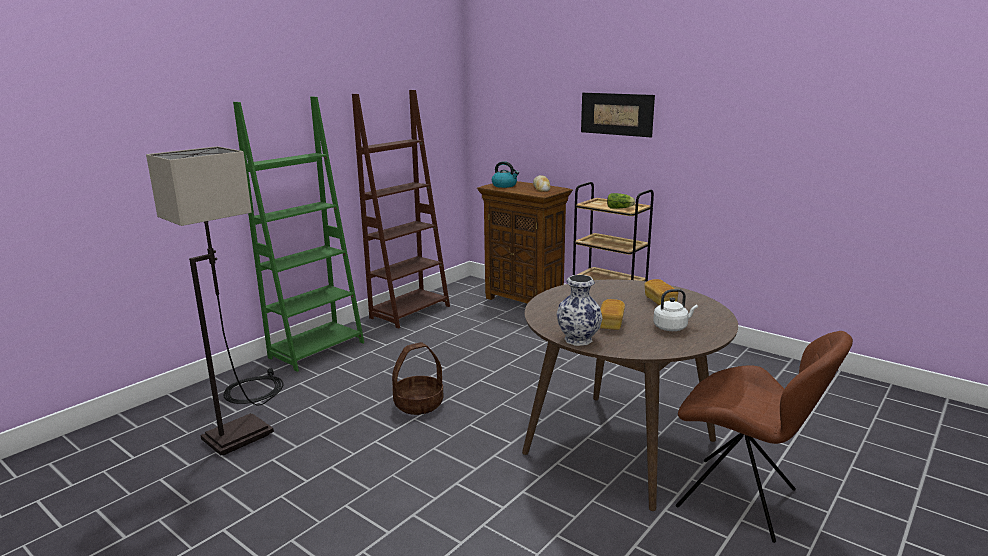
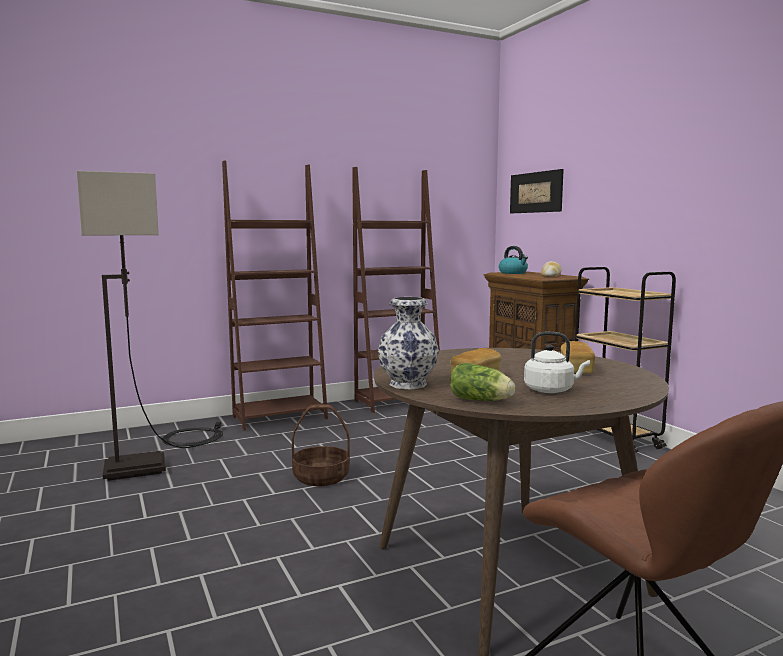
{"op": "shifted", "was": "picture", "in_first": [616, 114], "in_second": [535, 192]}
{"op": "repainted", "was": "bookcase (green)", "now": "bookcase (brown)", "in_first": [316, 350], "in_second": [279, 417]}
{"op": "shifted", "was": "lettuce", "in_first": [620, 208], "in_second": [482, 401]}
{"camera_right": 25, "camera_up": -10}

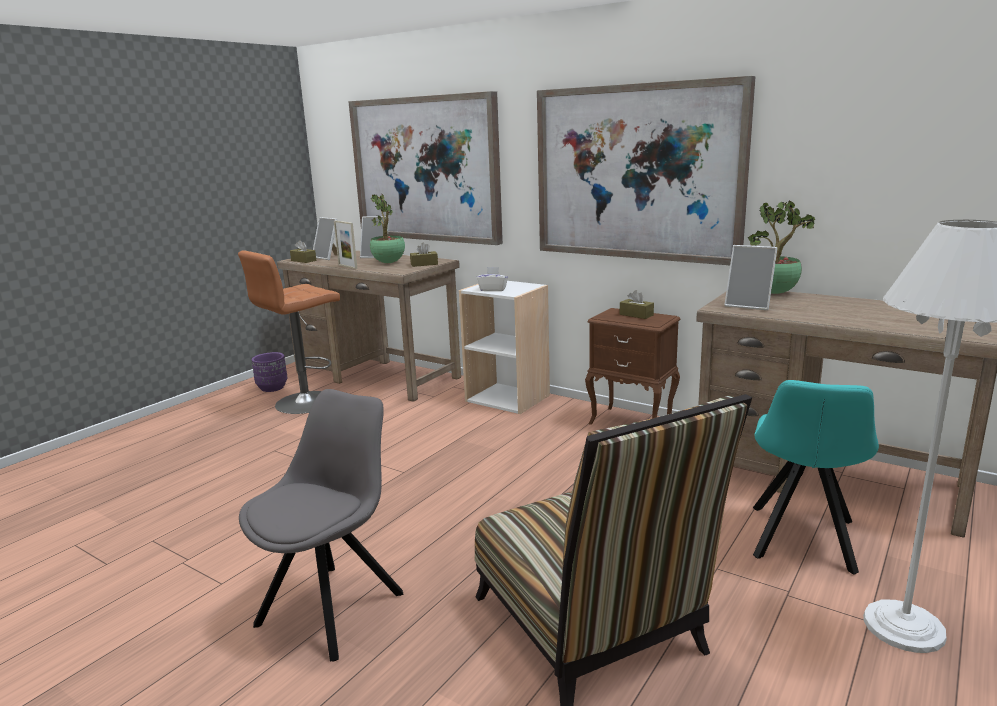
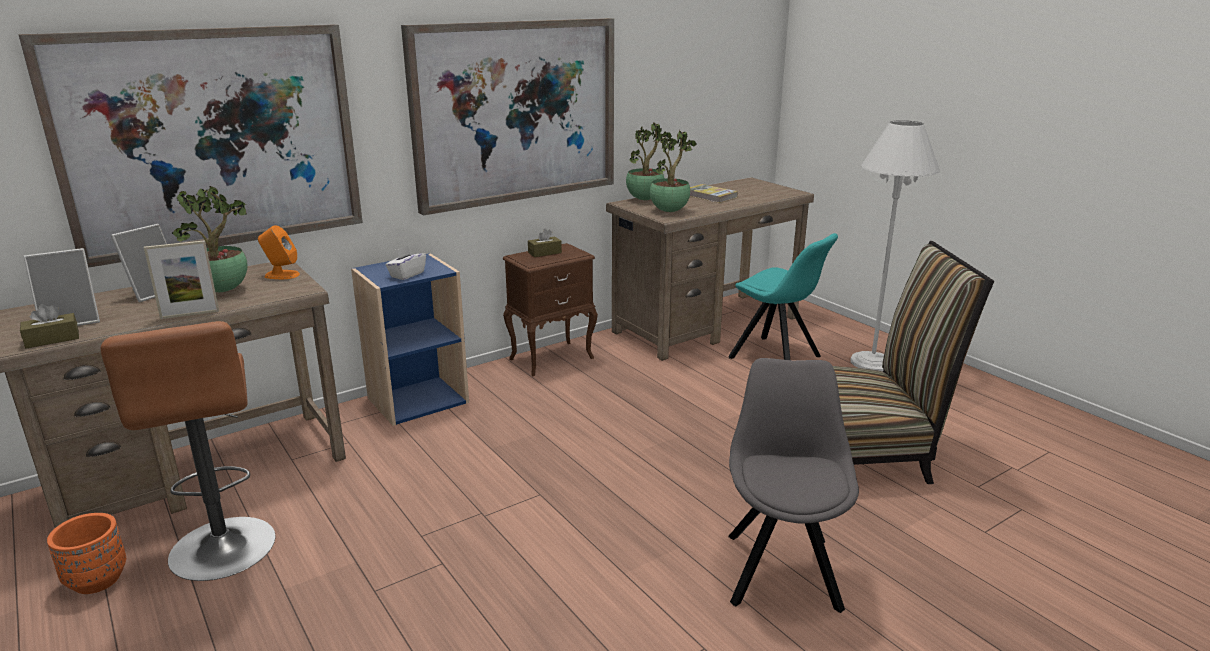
{"op": "swapped", "was": "tissue box (brown)", "now": "speaker (orange)", "in_first": [424, 264], "in_second": [281, 275]}
{"op": "swapped", "was": "picture frame", "now": "potted plant", "in_first": [749, 305], "in_second": [670, 211]}
{"op": "repainted", "was": "bookcase (white)", "now": "bookcase (blue)", "in_first": [508, 398], "in_second": [418, 399]}
{"op": "repainted", "was": "planter (purple)", "now": "planter (orange)", "in_first": [272, 388], "in_second": [97, 580]}
{"op": "rotated", "was": "chair (grey)", "in_first": [332, 609], "in_second": [781, 570], "clockwise": 45}
{"op": "new", "now": "book", "in_second": [710, 196]}
{"camera_right": -70, "camera_up": 5}

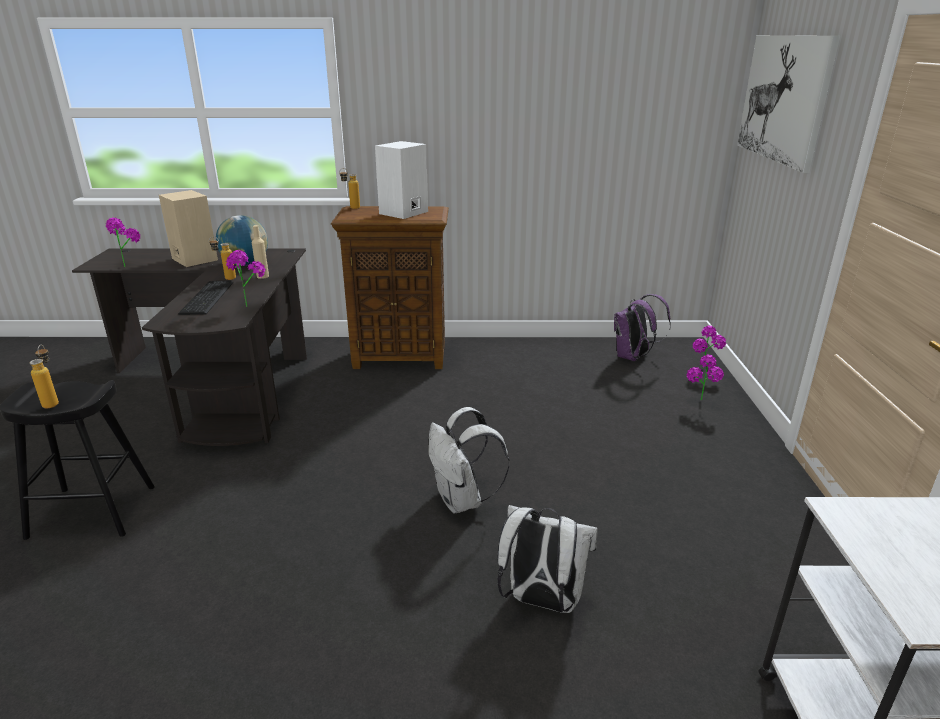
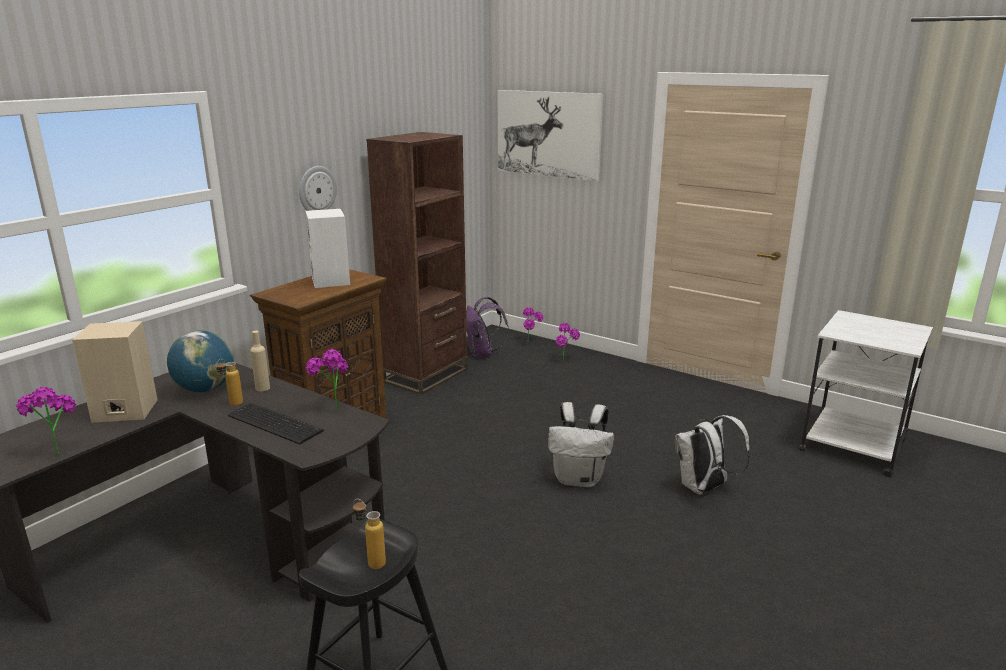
{"op": "gone", "was": "bottle", "in_first": [351, 208]}
{"op": "new", "now": "bookcase (brown)", "in_second": [426, 375]}
{"op": "new", "now": "wall clock", "in_second": [317, 190]}
{"camera_right": -55, "camera_up": -5}

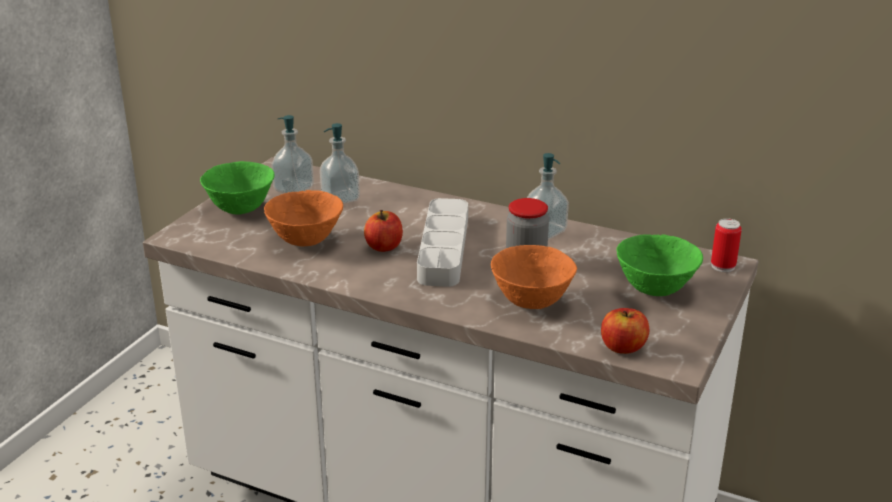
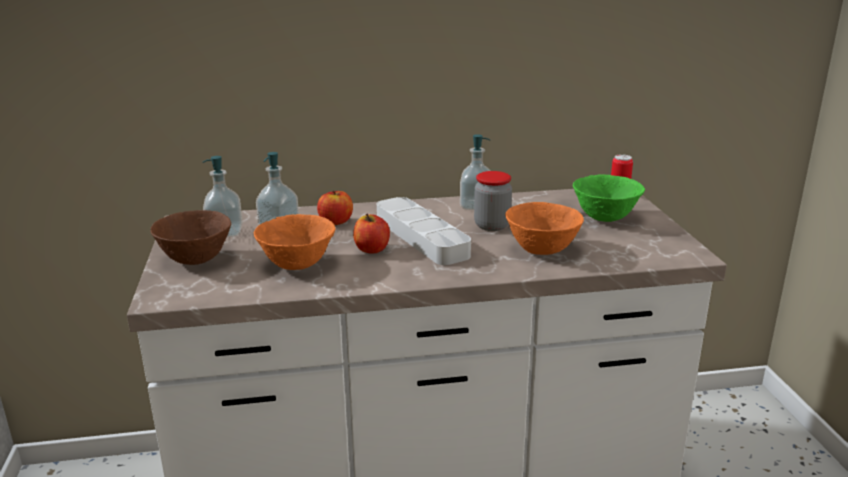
{"op": "repainted", "was": "bowl (green)", "now": "bowl (brown)", "in_first": [241, 209], "in_second": [196, 260]}
{"op": "shifted", "was": "apple", "in_first": [623, 347], "in_second": [335, 222]}
{"camera_right": -35, "camera_up": -5}

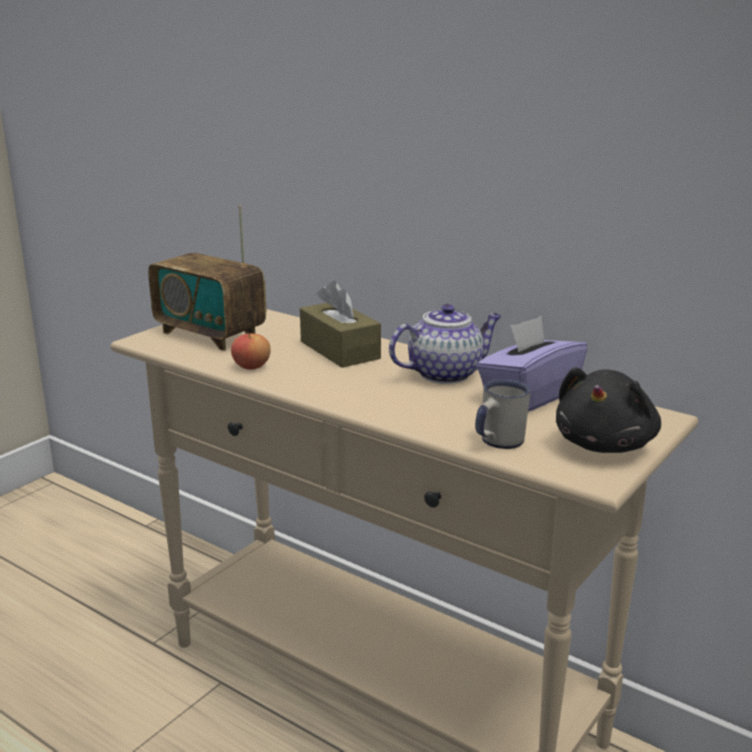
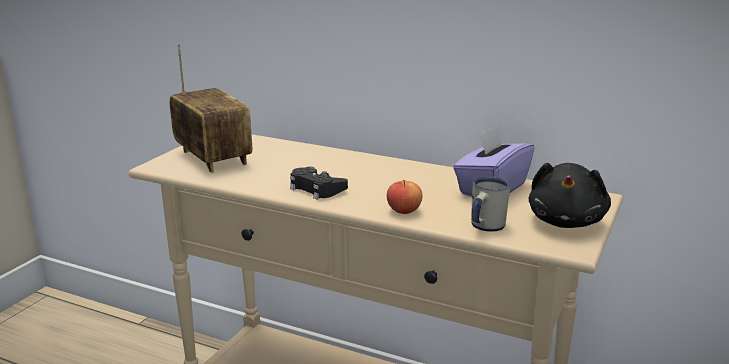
{"op": "rotated", "was": "radio", "in_first": [210, 334], "in_second": [213, 158], "clockwise": -150}
{"op": "gone", "was": "tissue box (brown)", "in_first": [339, 350]}
{"op": "gone", "was": "teapot", "in_first": [446, 373]}
{"op": "shifted", "was": "apple", "in_first": [251, 366], "in_second": [404, 210]}
{"op": "new", "now": "game controller (black)", "in_second": [316, 189]}
{"camera_right": -10, "camera_up": 0}

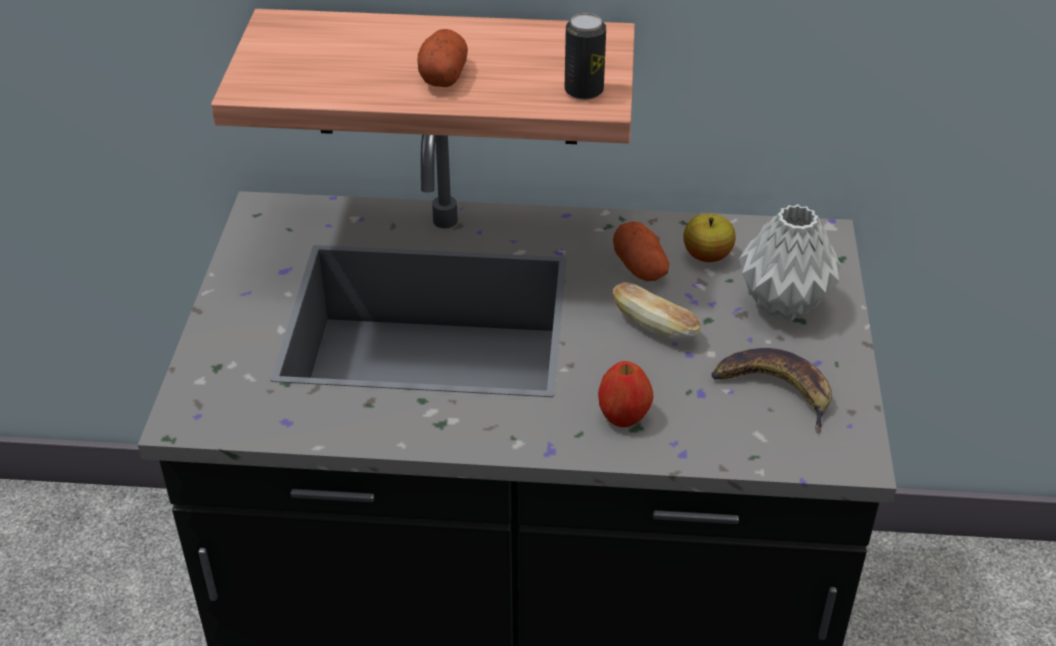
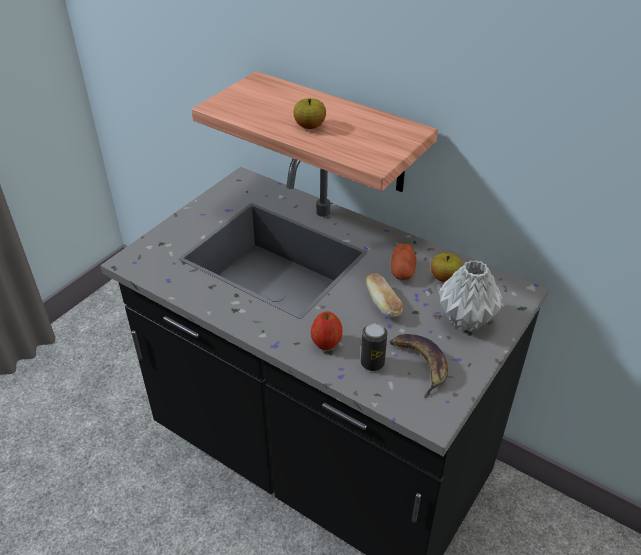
{"op": "shifted", "was": "can", "in_first": [584, 91], "in_second": [372, 363]}
{"op": "swapped", "was": "potato", "now": "apple", "in_first": [443, 75], "in_second": [309, 126]}
{"camera_right": 30, "camera_up": 0}

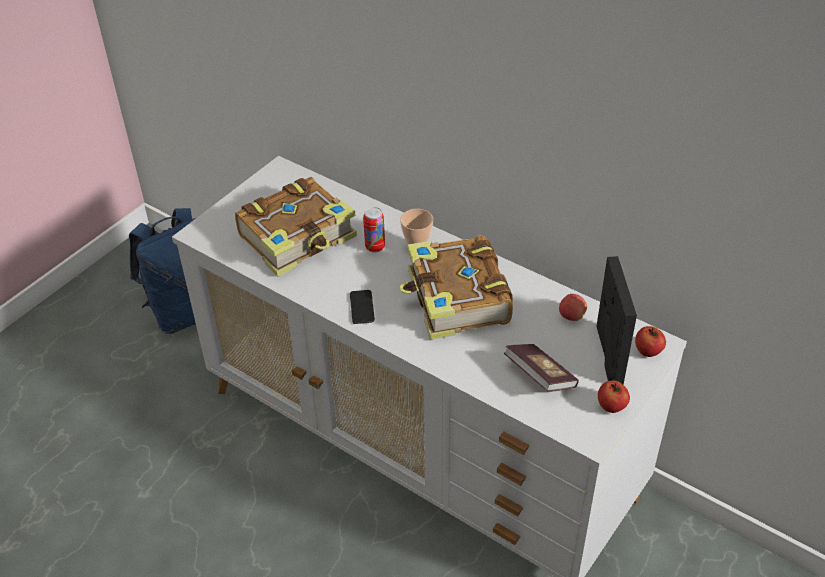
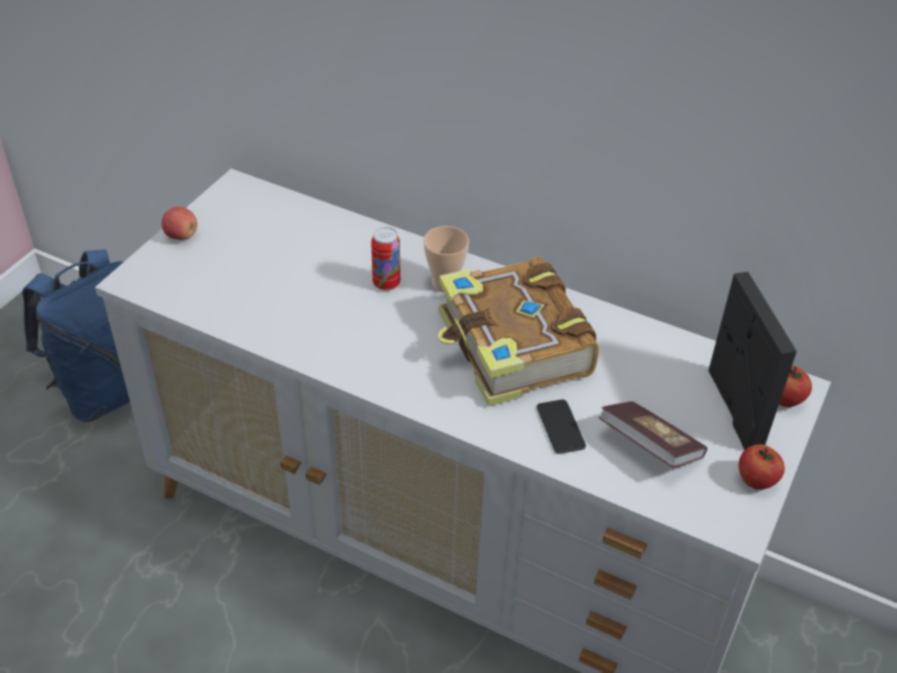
{"op": "gone", "was": "book", "in_first": [299, 237]}
{"op": "shifted", "was": "phone", "in_first": [362, 307], "in_second": [560, 427]}
{"op": "shifted", "was": "apple", "in_first": [571, 316], "in_second": [181, 236]}
{"camera_right": -10, "camera_up": 0}

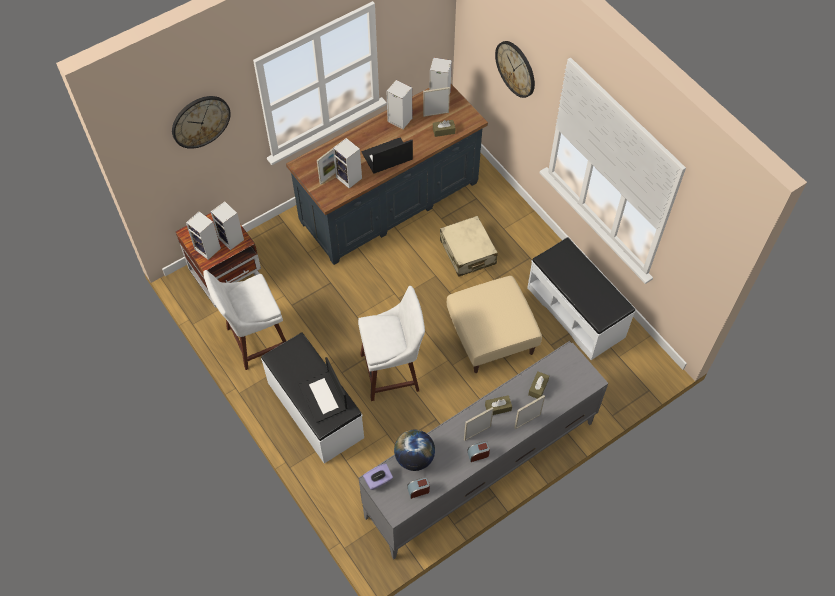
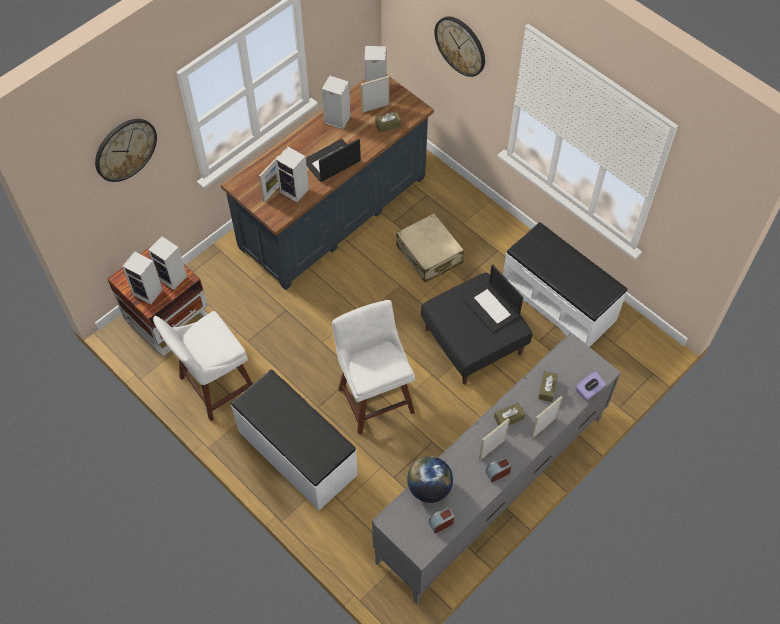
{"op": "repainted", "was": "ottoman (beige)", "now": "ottoman (black)", "in_first": [492, 336], "in_second": [474, 341]}
{"op": "rotated", "was": "chair (white)", "in_first": [393, 371], "in_second": [375, 397], "clockwise": -90}
{"op": "shifted", "was": "laptop", "in_first": [323, 397], "in_second": [492, 308]}
{"op": "shifted", "was": "tissue box (purple)", "in_first": [378, 480], "in_second": [589, 391]}
{"camera_right": -10, "camera_up": 0}

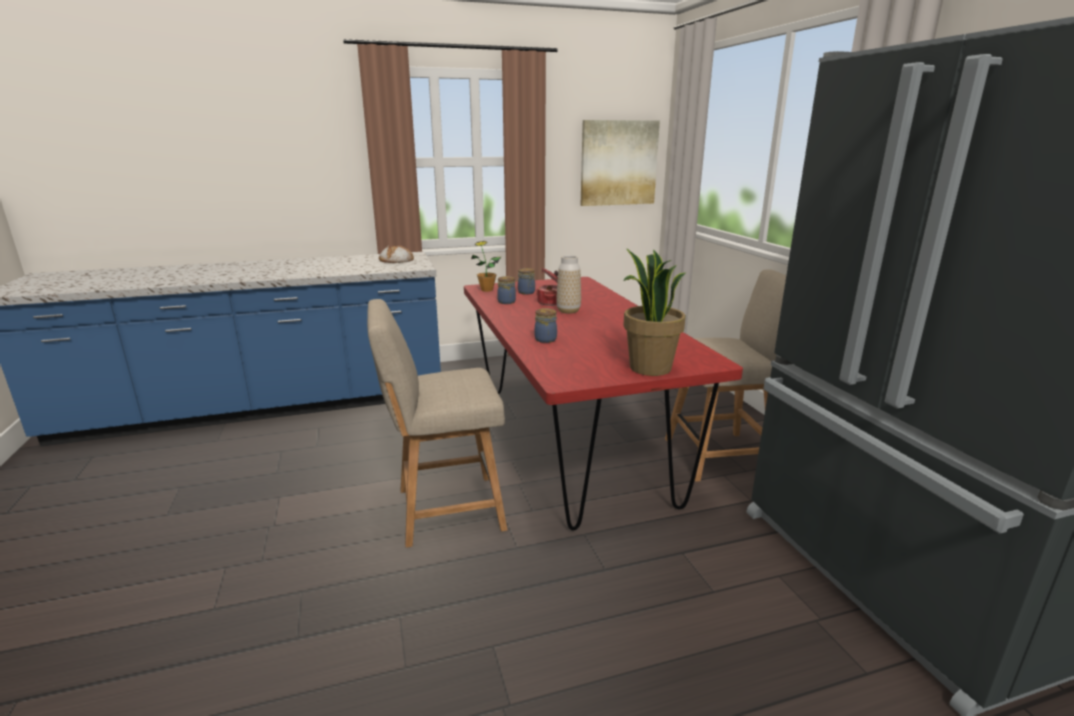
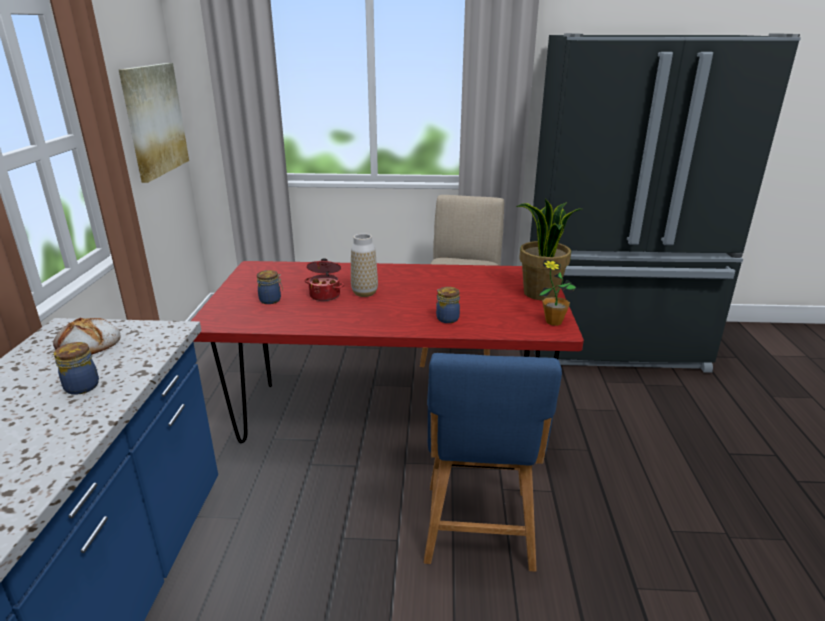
{"op": "shifted", "was": "potted plant", "in_first": [486, 290], "in_second": [553, 322]}
{"op": "shifted", "was": "jar", "in_first": [506, 302], "in_second": [81, 386]}
{"op": "repainted", "was": "chair (beige)", "now": "chair (blue)", "in_first": [444, 510], "in_second": [478, 531]}
{"camera_right": -70, "camera_up": 5}

